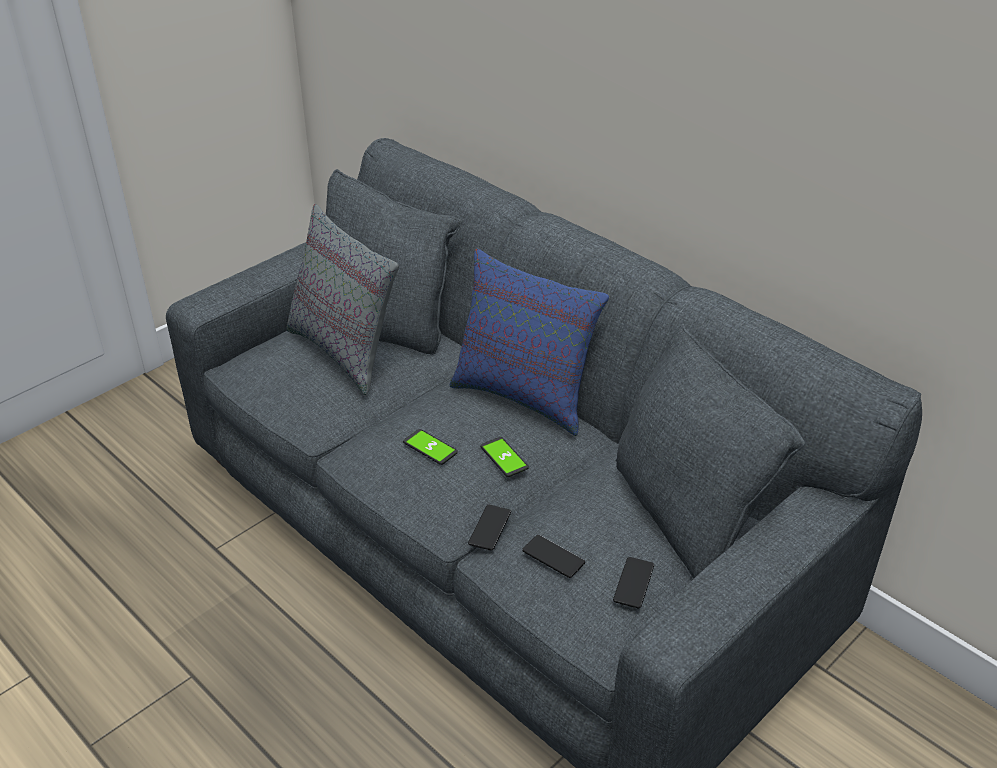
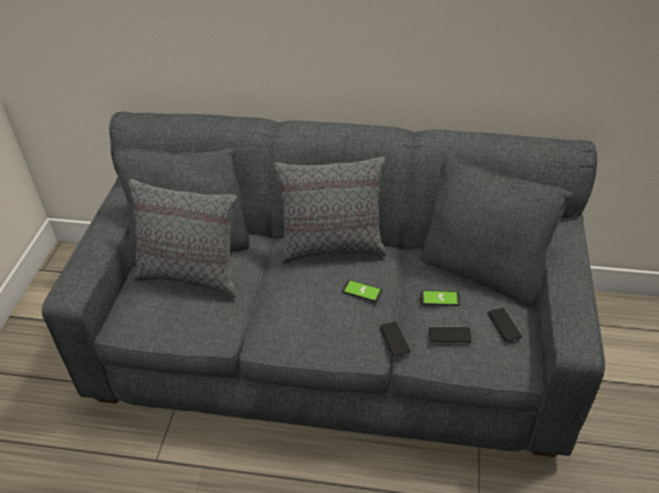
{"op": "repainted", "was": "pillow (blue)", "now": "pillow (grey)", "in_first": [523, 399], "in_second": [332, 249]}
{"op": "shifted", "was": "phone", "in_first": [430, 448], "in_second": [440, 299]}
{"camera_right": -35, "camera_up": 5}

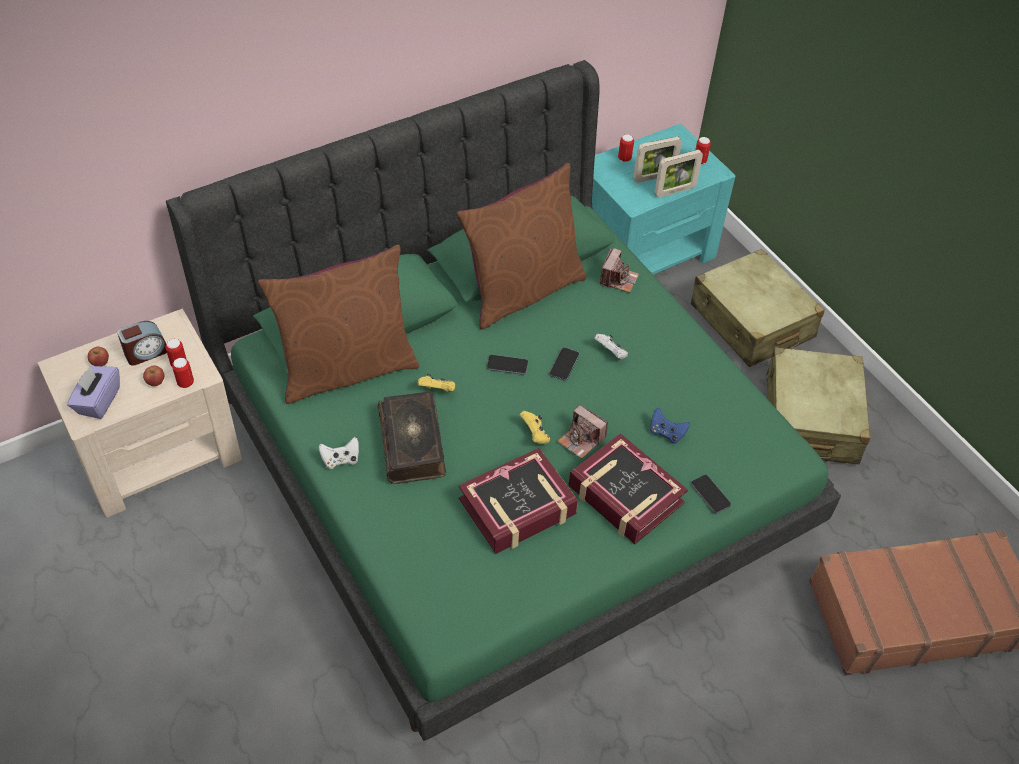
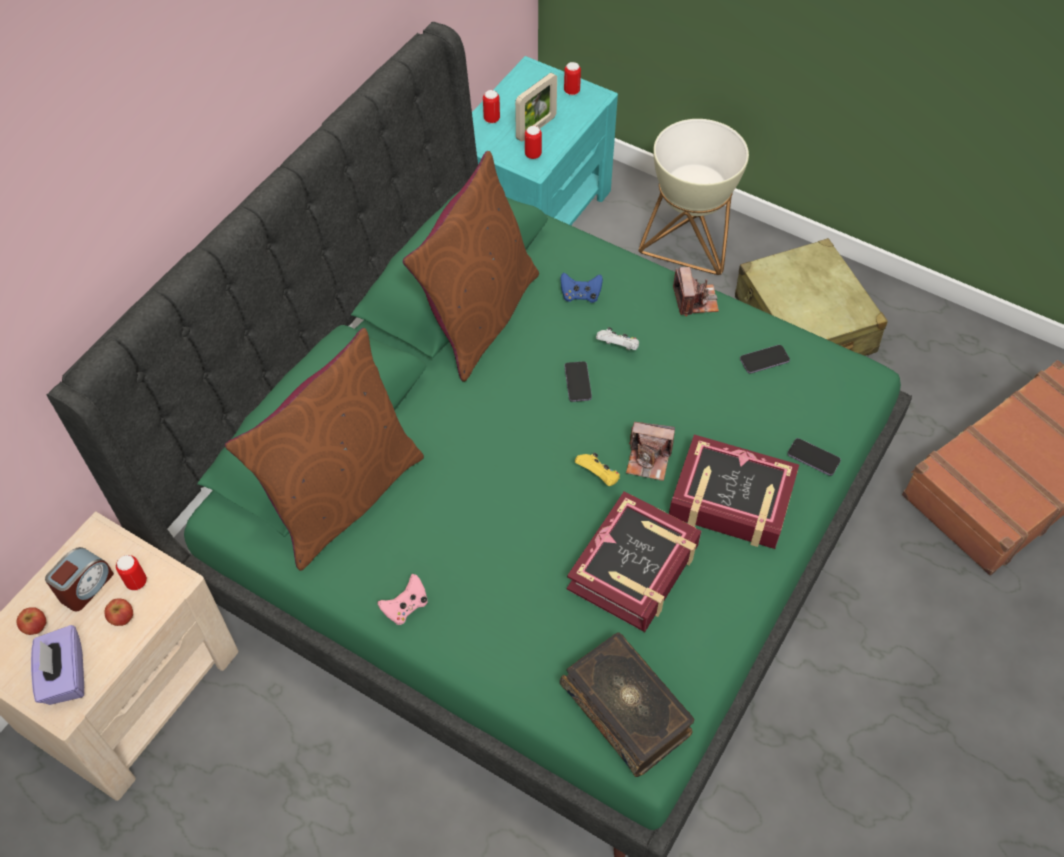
{"op": "gone", "was": "picture frame", "in_first": [674, 191]}
{"op": "shifted", "was": "photo camera", "in_first": [618, 279], "in_second": [695, 300]}
{"op": "swapped", "was": "suitcase (beige)", "now": "planter", "in_first": [752, 322], "in_second": [687, 245]}
{"op": "shifted", "was": "phone", "in_first": [507, 365], "in_second": [764, 360]}
{"op": "shifted", "was": "can", "in_first": [185, 383], "in_second": [533, 154]}
{"op": "gone", "was": "game controller (yellow)", "in_first": [437, 390]}
{"op": "shifted", "was": "book", "in_first": [413, 444], "in_second": [627, 709]}
{"op": "shifted", "was": "game controller (blue)", "in_first": [666, 433], "in_second": [580, 295]}
{"op": "repainted", "was": "game controller (white)", "now": "game controller (pink)", "in_first": [340, 460], "in_second": [405, 607]}
{"camera_right": -25, "camera_up": 5}

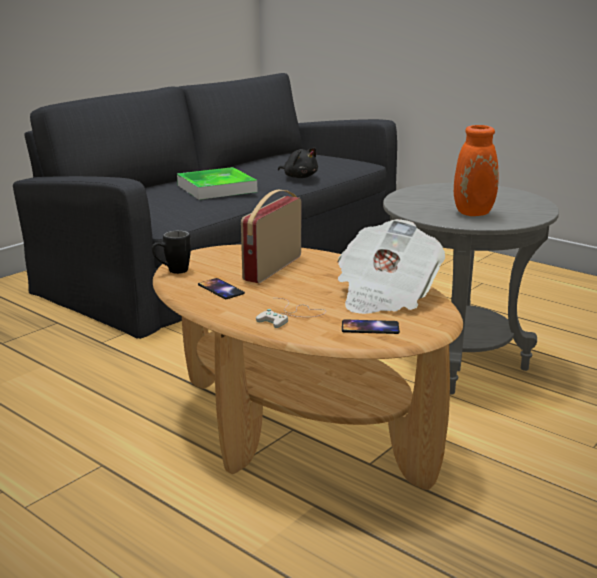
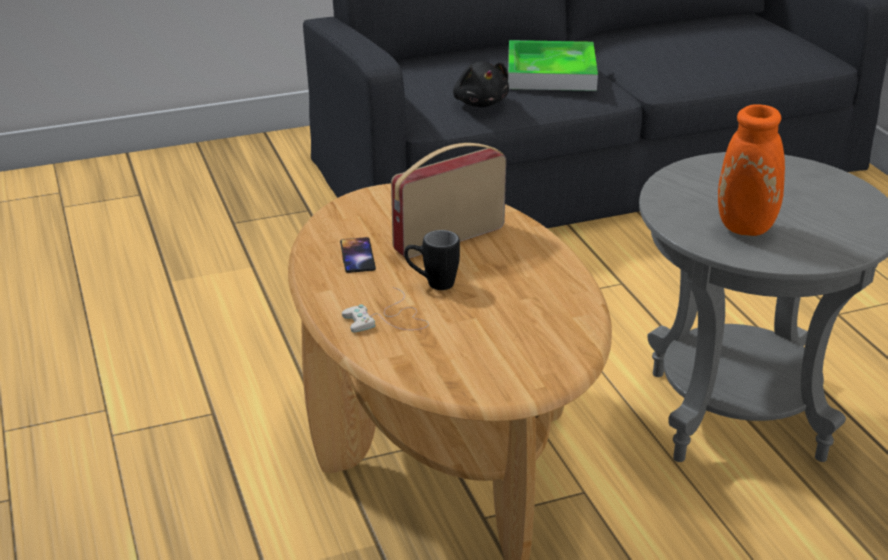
{"op": "shifted", "was": "plush toy (black)", "in_first": [299, 177], "in_second": [480, 103]}
{"op": "gone", "was": "newspaper", "in_first": [385, 295]}
{"op": "shifted", "was": "mug (black)", "in_first": [172, 271], "in_second": [432, 284]}
{"op": "gone", "was": "phone", "in_first": [370, 327]}
{"camera_right": 30, "camera_up": 10}

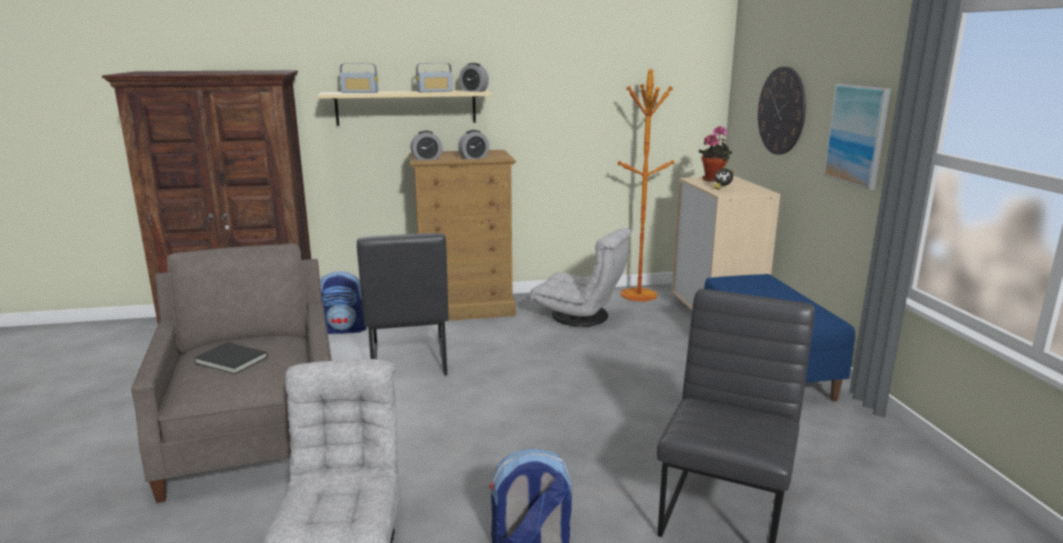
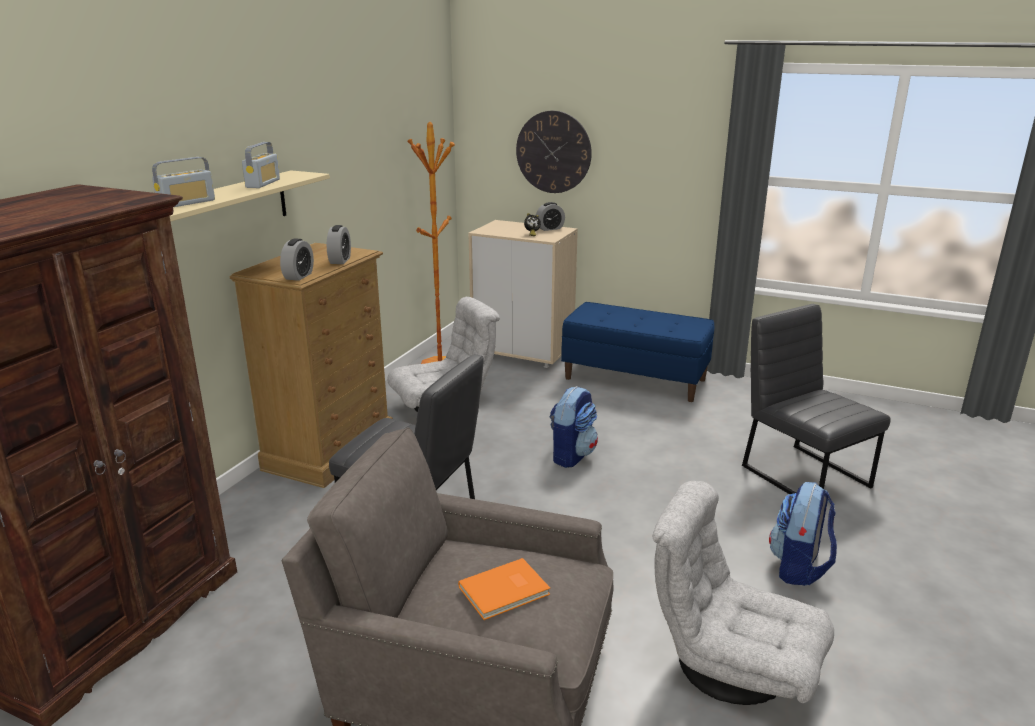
{"op": "shifted", "was": "alarm clock", "in_first": [474, 91], "in_second": [550, 228]}
{"op": "gone", "was": "picture", "in_first": [857, 135]}
{"op": "gone", "was": "potted plant", "in_first": [714, 179]}
{"op": "shifted", "was": "backpack", "in_first": [345, 329], "in_second": [571, 455]}
{"op": "repainted", "was": "book (black)", "now": "book (orange)", "in_first": [231, 360], "in_second": [506, 591]}
{"camera_right": -55, "camera_up": 5}

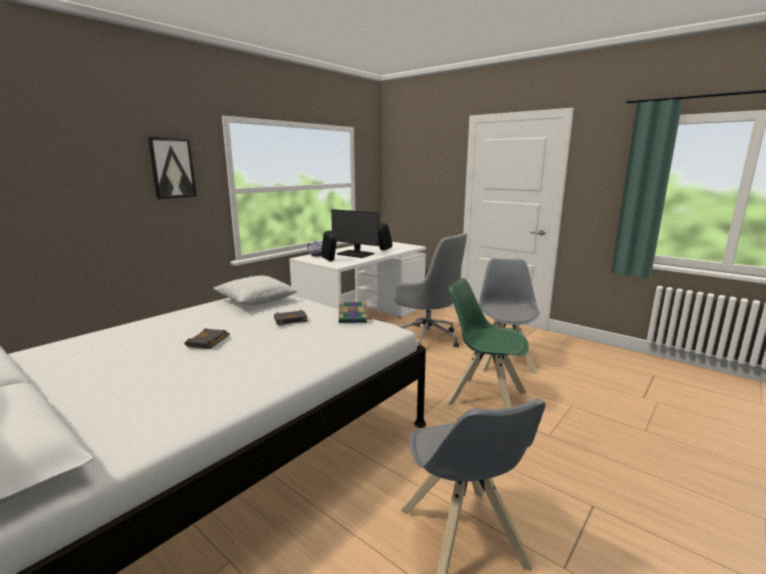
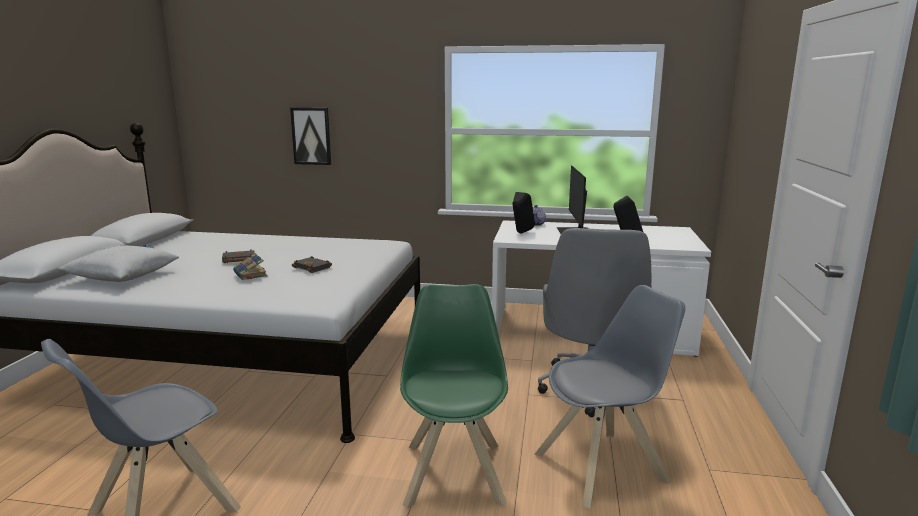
{"op": "shifted", "was": "picture", "in_first": [172, 168], "in_second": [311, 136]}
{"op": "shifted", "was": "pillow (grey)", "in_first": [256, 301], "in_second": [123, 277]}
{"op": "shifted", "was": "book", "in_first": [353, 319], "in_second": [250, 274]}
{"camera_right": 60, "camera_up": 0}

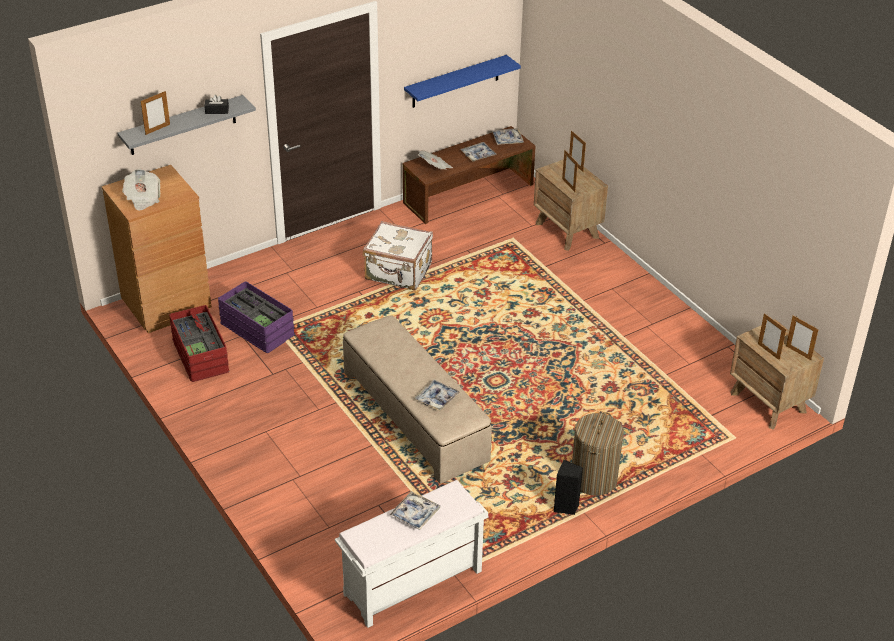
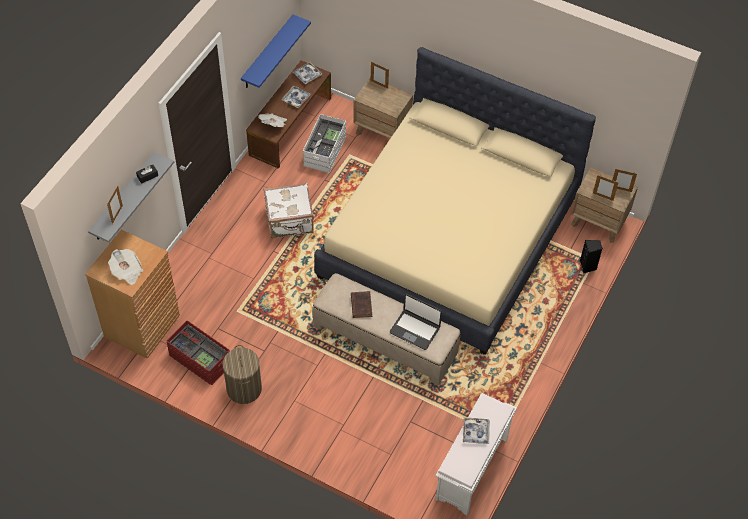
{"op": "gone", "was": "picture frame", "in_first": [568, 185]}
{"op": "gone", "was": "storage box (purple)", "in_first": [256, 329]}
{"op": "swapped", "was": "tray", "now": "laptop", "in_first": [437, 398], "in_second": [415, 329]}
{"op": "shifted", "was": "laundry basket", "in_first": [593, 479], "in_second": [244, 389]}
{"op": "shifted", "was": "speaker (black)", "in_first": [566, 507], "in_second": [588, 266]}
{"op": "new", "now": "bed (beige)", "in_second": [449, 237]}
{"op": "new", "now": "storage box (white)", "in_second": [325, 151]}
{"op": "new", "now": "book (brown)", "in_second": [361, 305]}
{"camera_right": -30, "camera_up": 15}

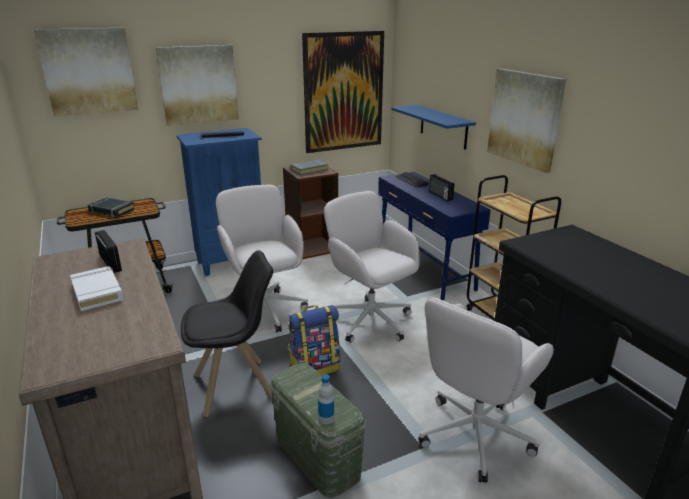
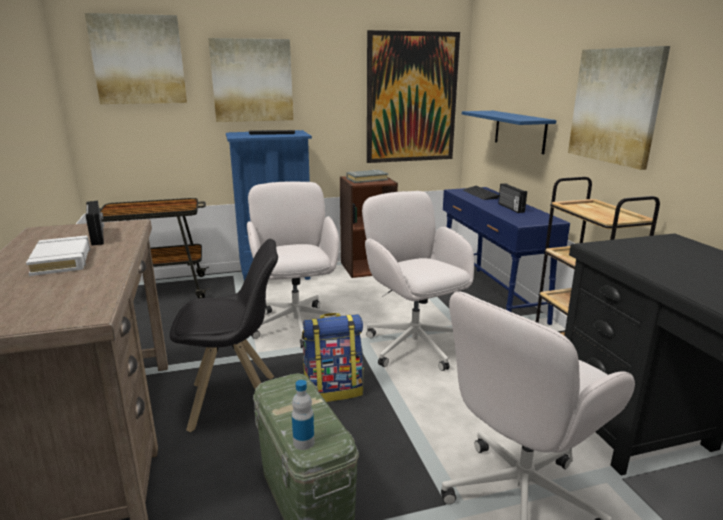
{"op": "gone", "was": "book (black)", "in_first": [111, 210]}
{"camera_right": 10, "camera_up": -5}

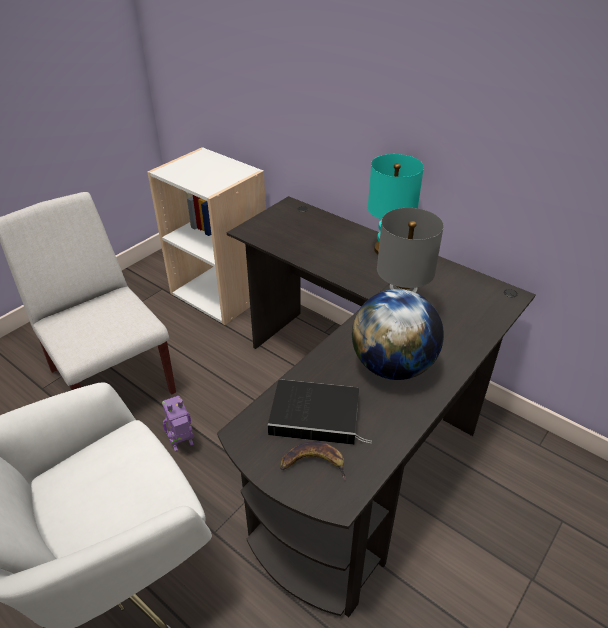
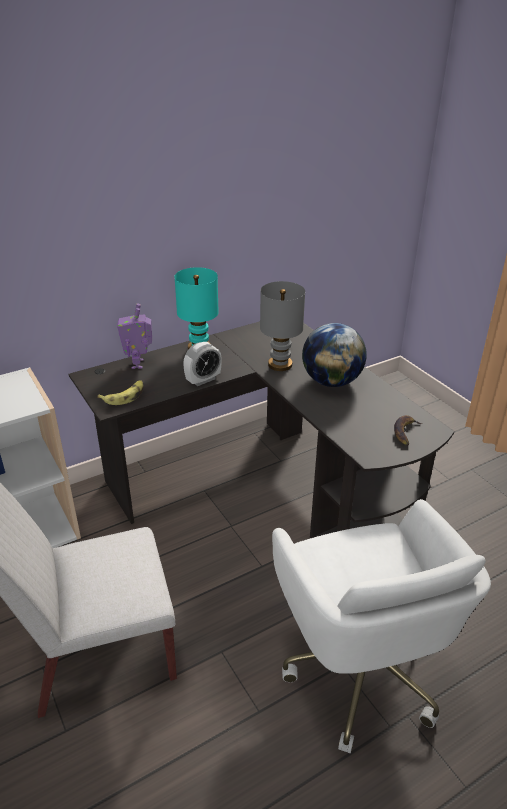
{"op": "gone", "was": "book", "in_first": [317, 415]}
{"op": "shifted", "was": "toy robot", "in_first": [183, 444], "in_second": [138, 364]}
{"op": "new", "now": "alarm clock", "in_second": [203, 380]}
{"op": "new", "now": "banana", "in_second": [124, 396]}
{"camera_right": -70, "camera_up": -5}

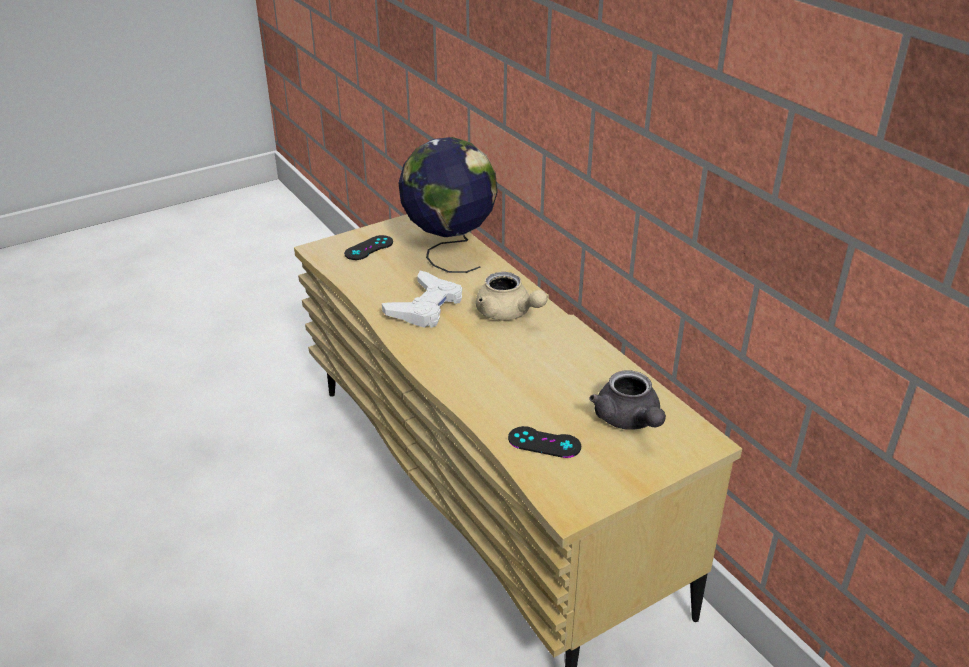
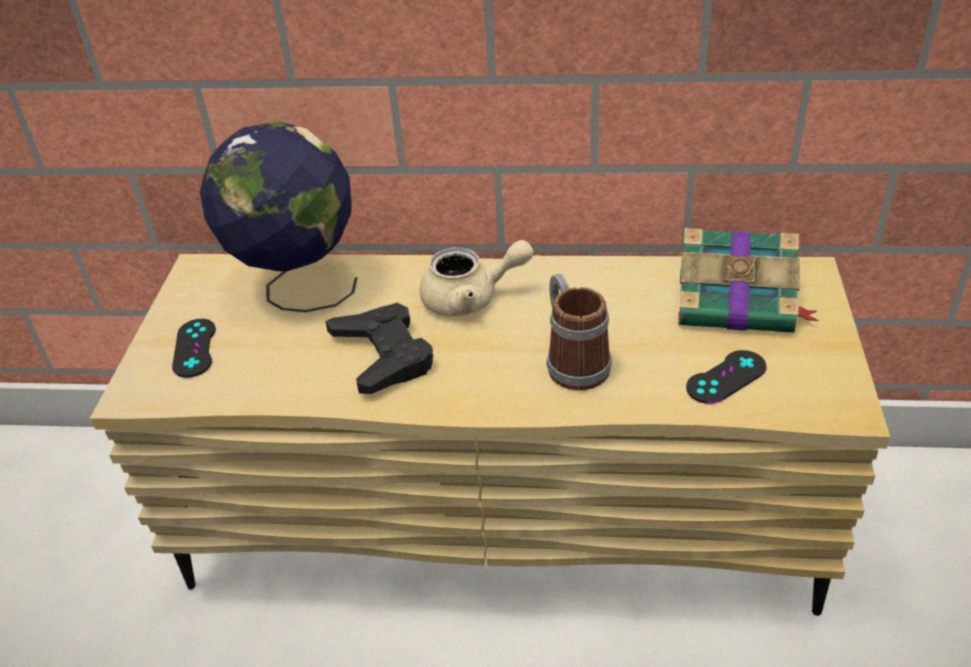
{"op": "repainted", "was": "game controller (white)", "now": "game controller (black)", "in_first": [425, 307], "in_second": [383, 355]}
{"op": "swapped", "was": "teapot (grey)", "now": "book", "in_first": [629, 420], "in_second": [738, 303]}
{"op": "new", "now": "mug", "in_second": [572, 361]}
{"camera_right": -50, "camera_up": 5}

